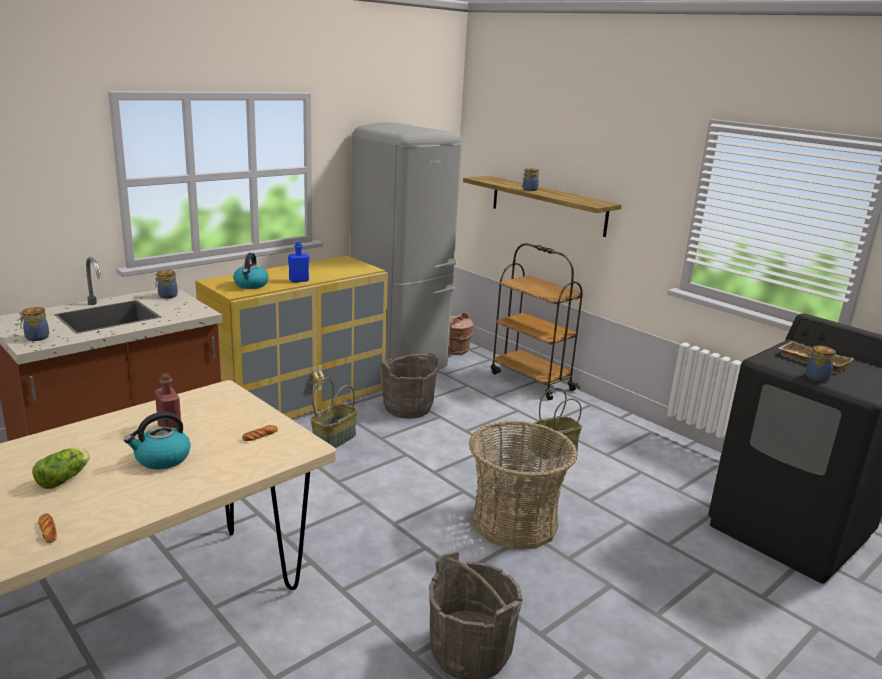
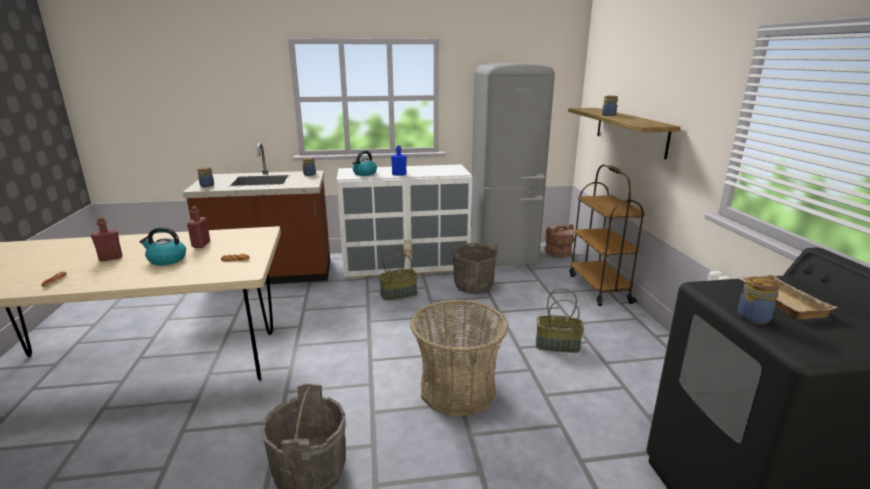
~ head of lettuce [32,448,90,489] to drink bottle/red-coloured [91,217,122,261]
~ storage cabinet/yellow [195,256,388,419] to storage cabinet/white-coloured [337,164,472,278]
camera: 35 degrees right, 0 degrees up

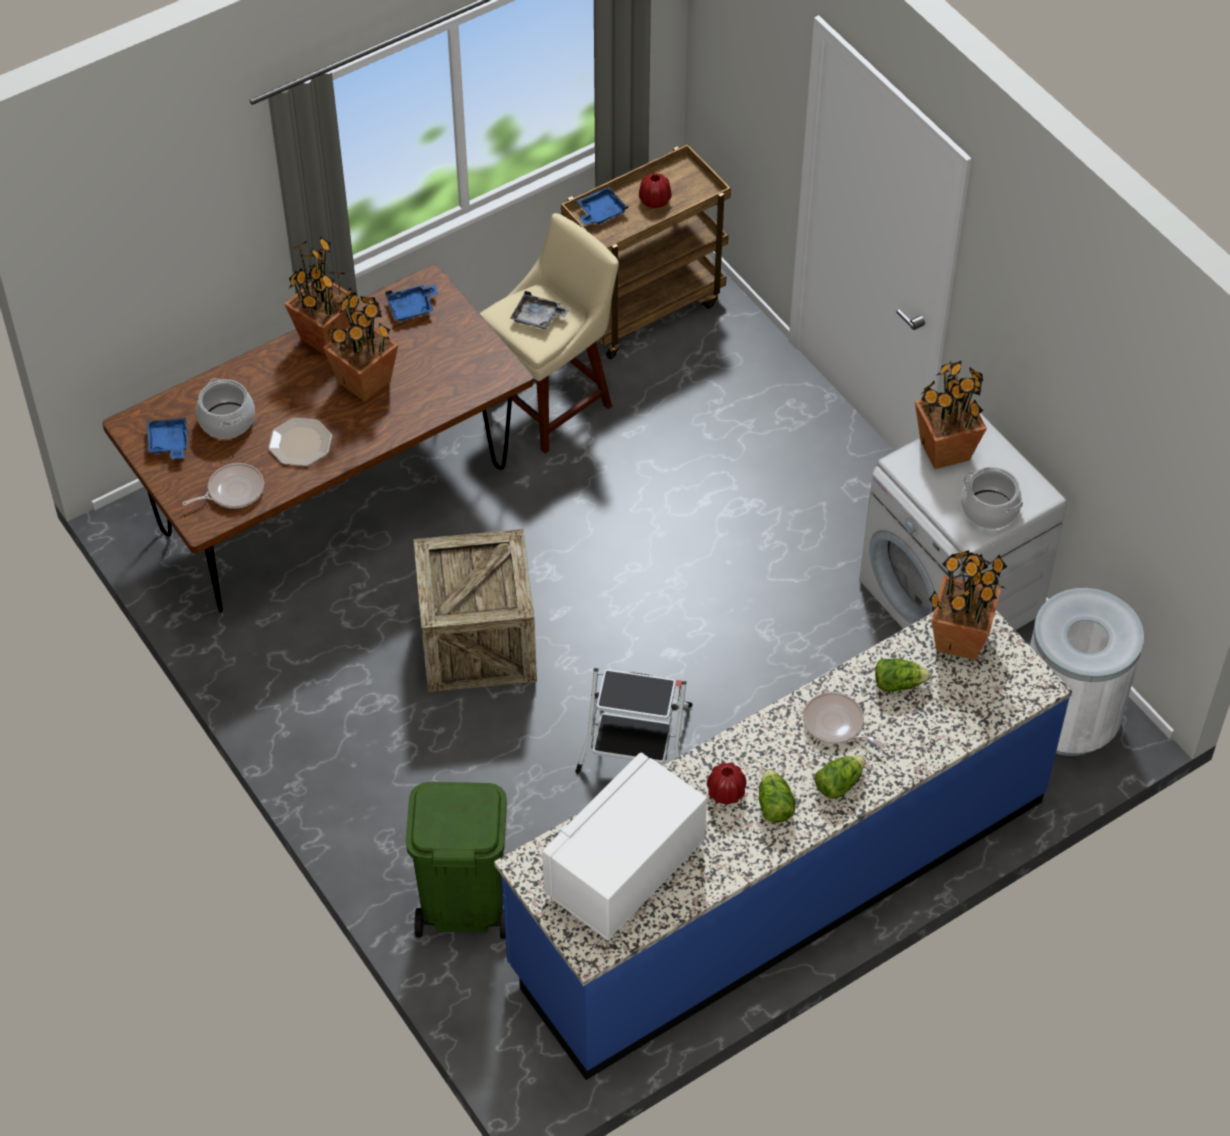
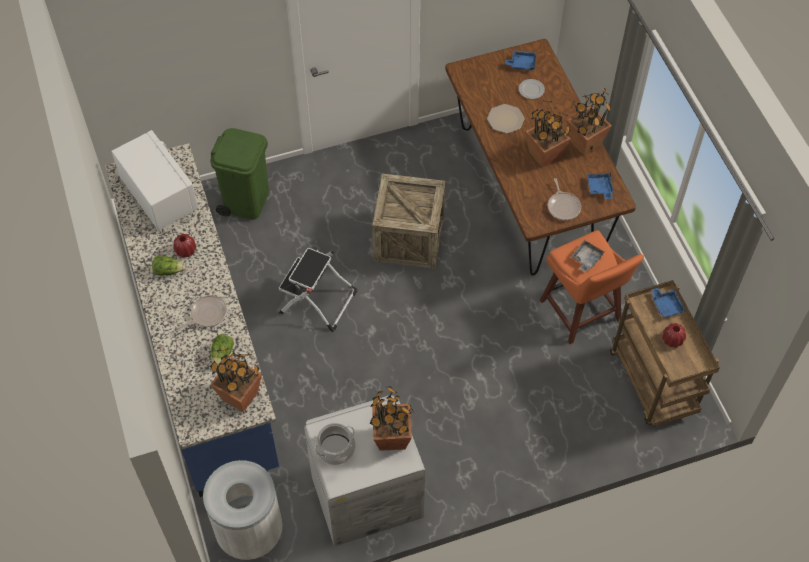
- head of lettuce [814,755,866,799]
~ pan [182,463,264,509] to [548,178,581,221]
~ cooking pot [196,378,255,439] to dinner plate [518,79,545,99]
~ stool seat/sand-coloured [480,213,619,453] to stool seat/orange [540,230,644,344]
camera: 105 degrees right, 5 degrees up

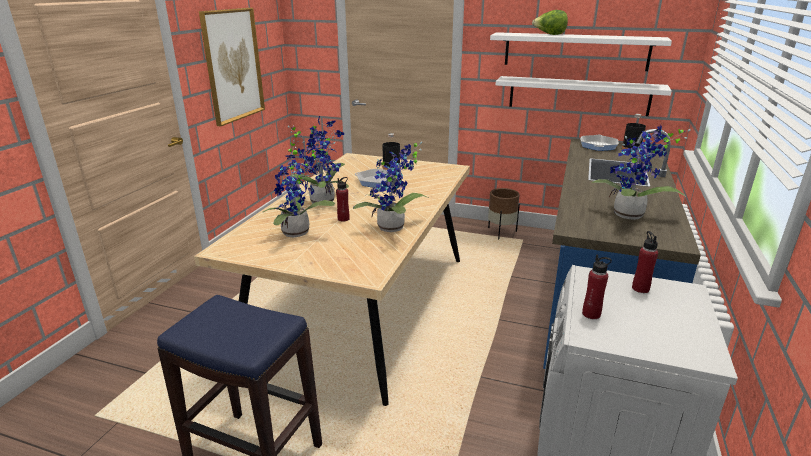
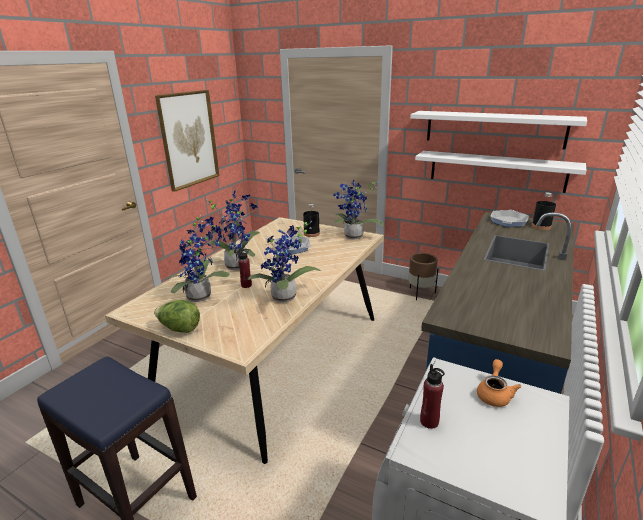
~ head of lettuce [532,10,568,35] to [154,300,200,333]
~ potted plant [592,125,691,220] to [333,180,385,240]
~ drink bottle/red-coloured [632,231,658,293] to tea pot/orange [477,359,521,407]
camera: 10 degrees right, 0 degrees up

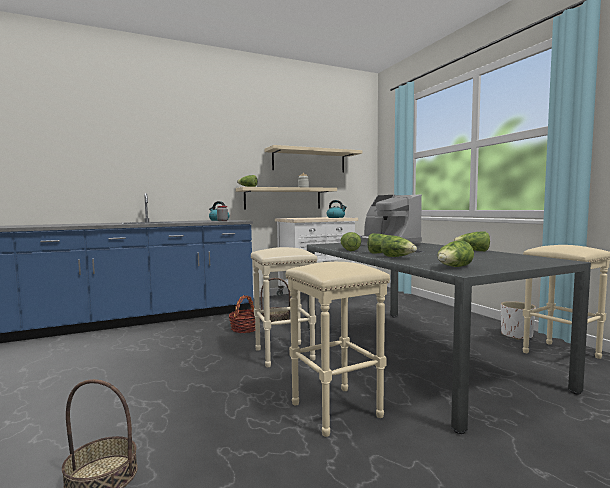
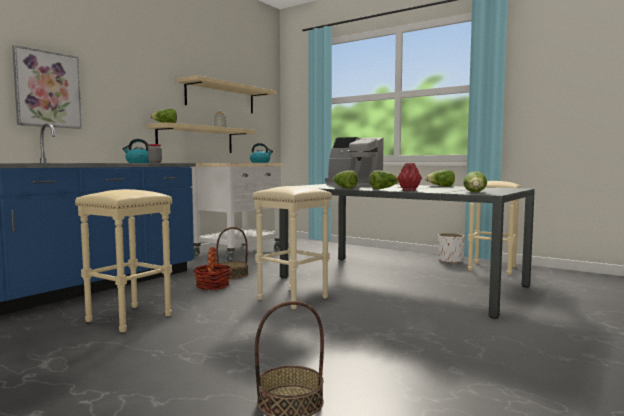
+ picture [12,45,82,129]
~ stool seat/sand-coloured [286,262,390,437] to [75,189,172,332]
~ head of lettuce [381,235,417,257] to flower vase/red-coloured [397,163,422,191]
camera: 30 degrees left, 0 degrees up

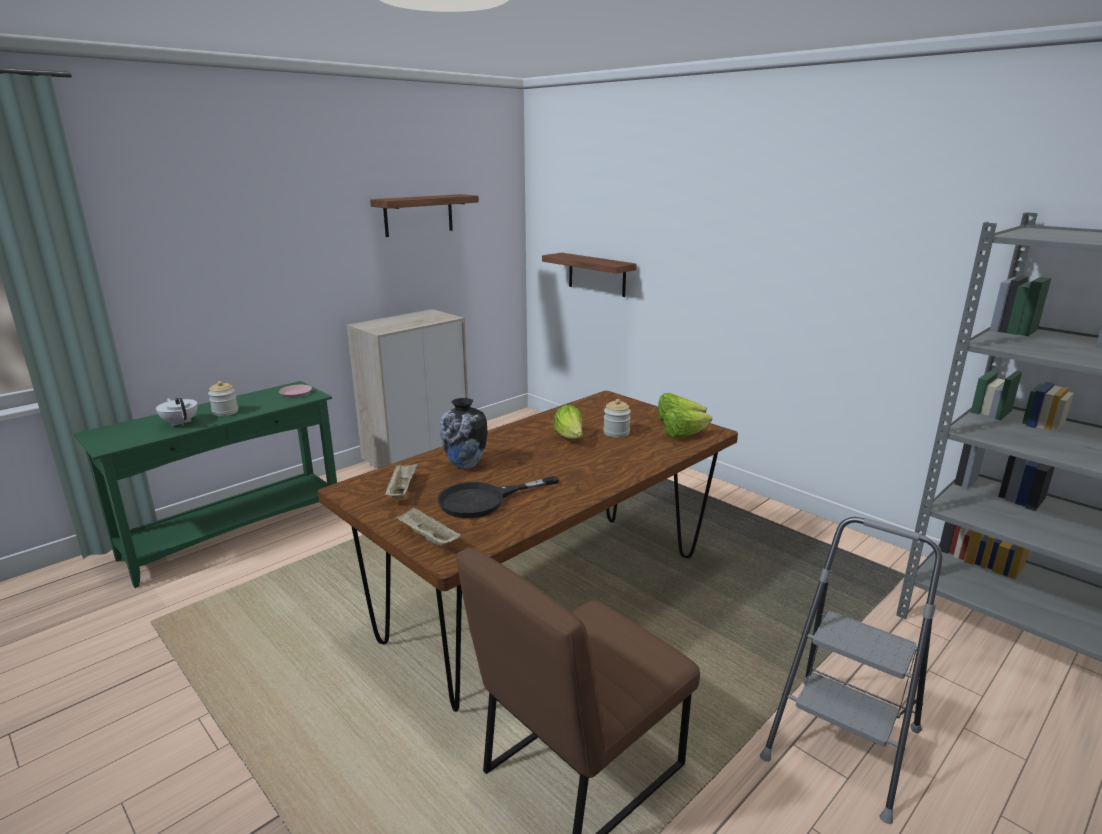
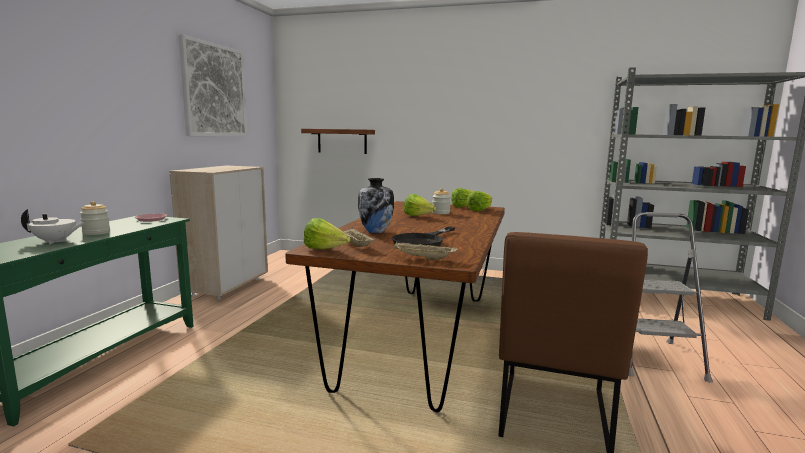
+ head of lettuce [304,218,351,249]
~ shelf [370,194,479,237] to picture [179,34,247,136]
~ tea pot/white-coloured [156,398,198,426] = [21,209,86,244] 150 degrees clockwise
camera: 30 degrees left, 10 degrees down

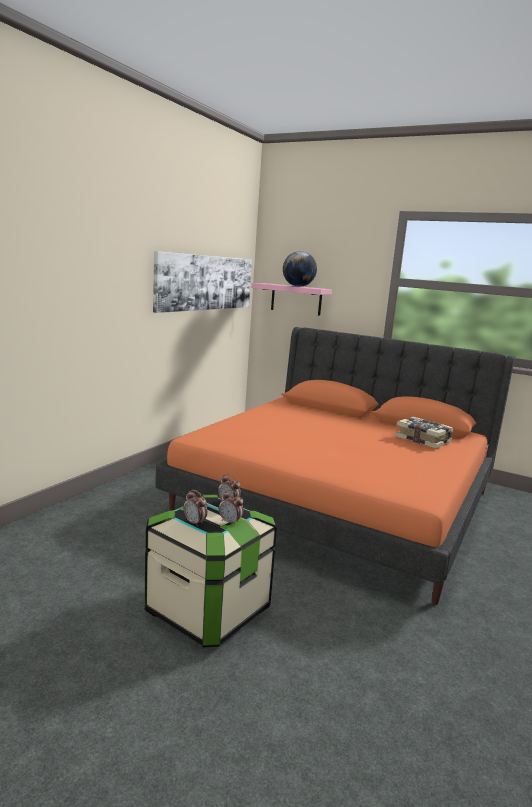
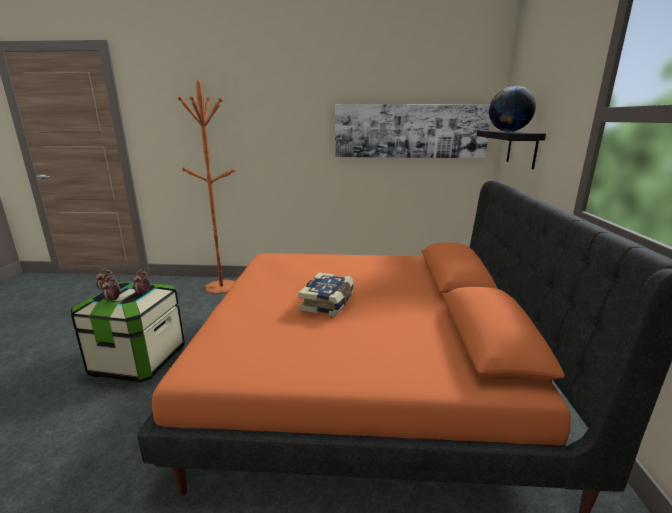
+ clothes rack/orange [178,80,235,294]
~ bound book [395,416,453,449] to [298,272,354,317]
~ shelf/pinkish [251,283,332,316] to shelf/black [477,130,546,169]
camera: 65 degrees right, 5 degrees up

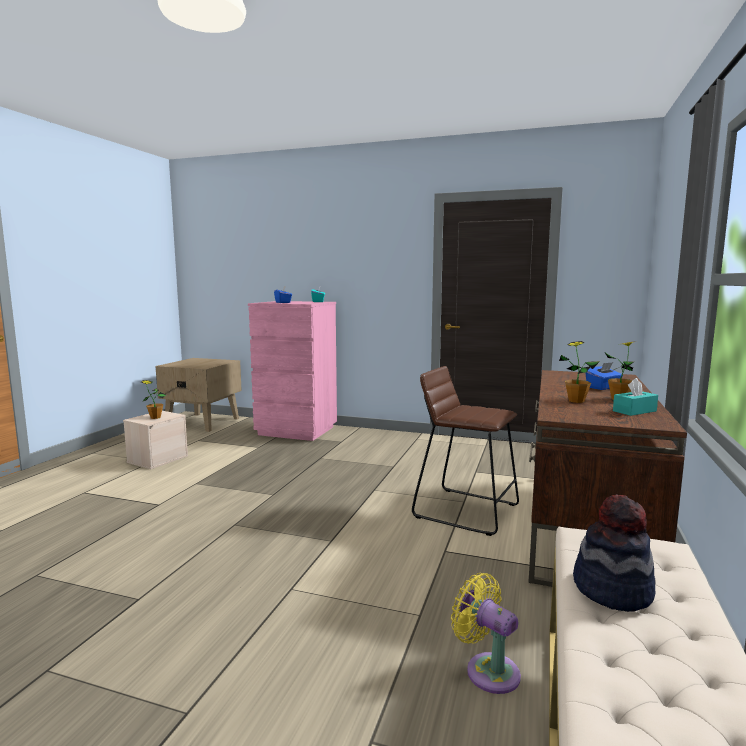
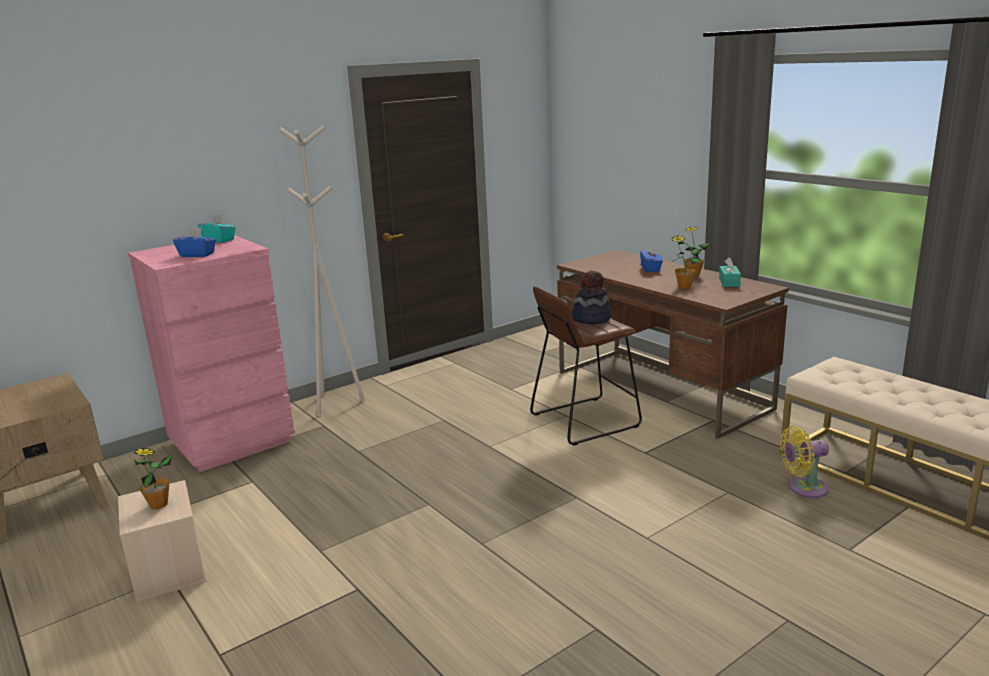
+ clothes rack/gray [279,126,365,416]
~ clothing hat [573,494,656,612] to [571,270,611,324]
camera: 55 degrees left, 10 degrees up

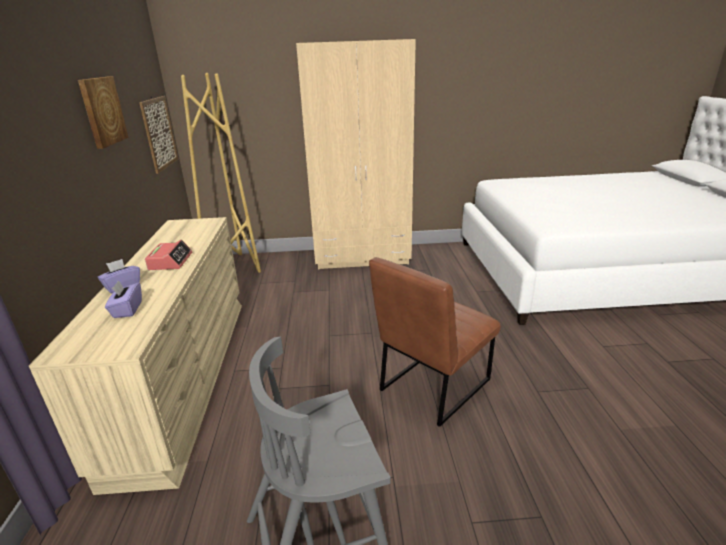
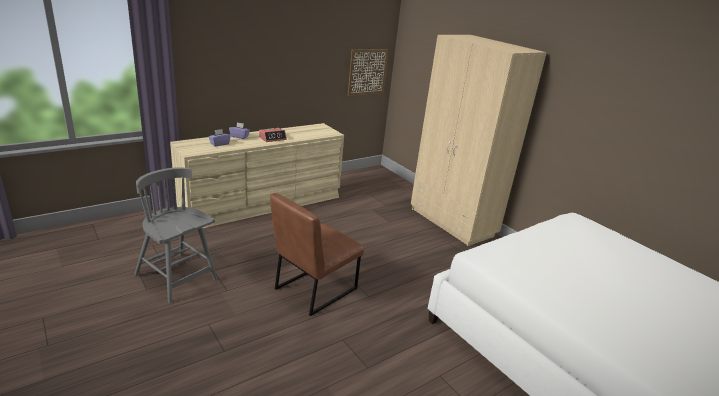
- picture [78,76,128,149]
- clothes rack/yellow [181,73,261,273]
~ chair/brown [369,257,501,427] = [270,193,364,316] 60 degrees counterclockwise
camera: 55 degrees right, 0 degrees up

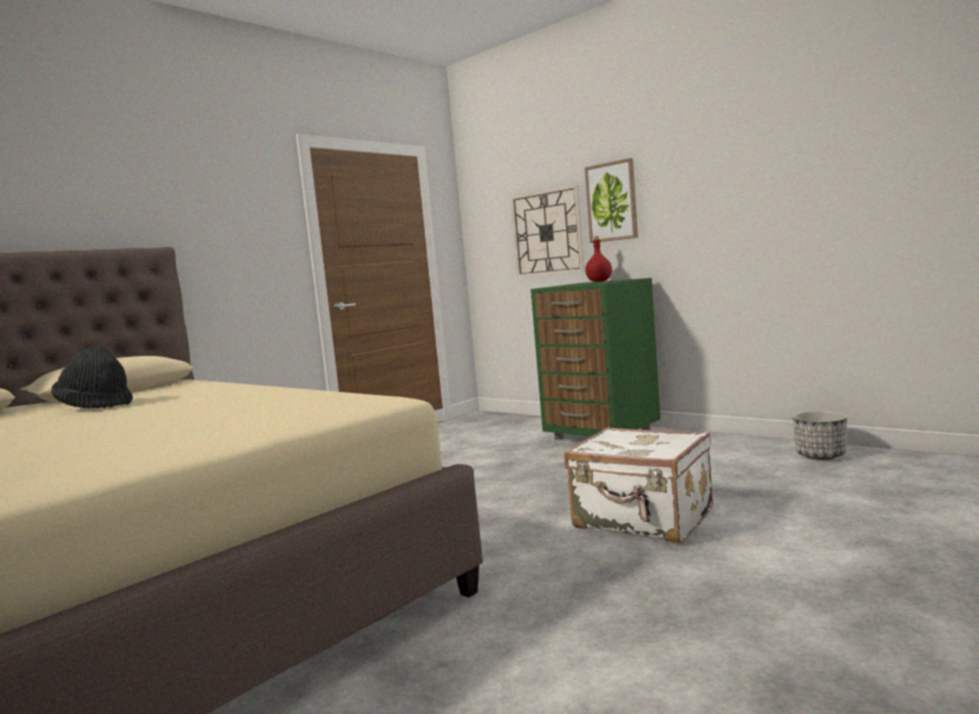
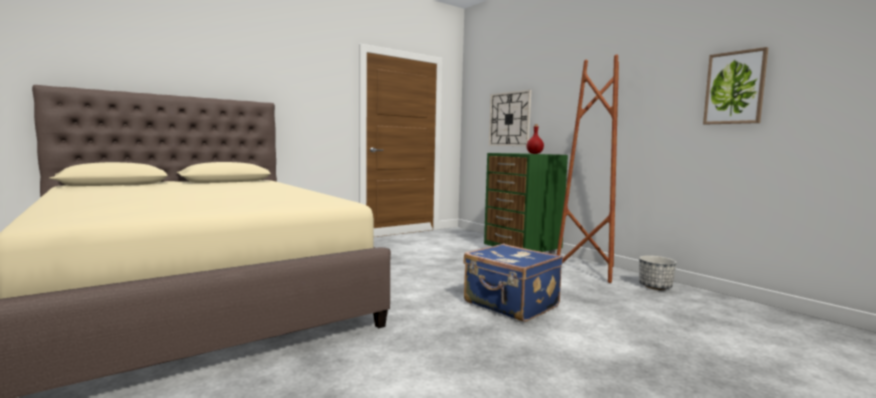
- clothing hat/black [51,347,133,408]
+ clothes rack/brown [557,54,619,283]
~ picture [585,158,638,243] to [703,47,768,124]
~ piece of luggage/white-coloured [564,427,713,543] to piece of luggage/blue [463,244,563,322]
camera: 10 degrees right, 0 degrees up

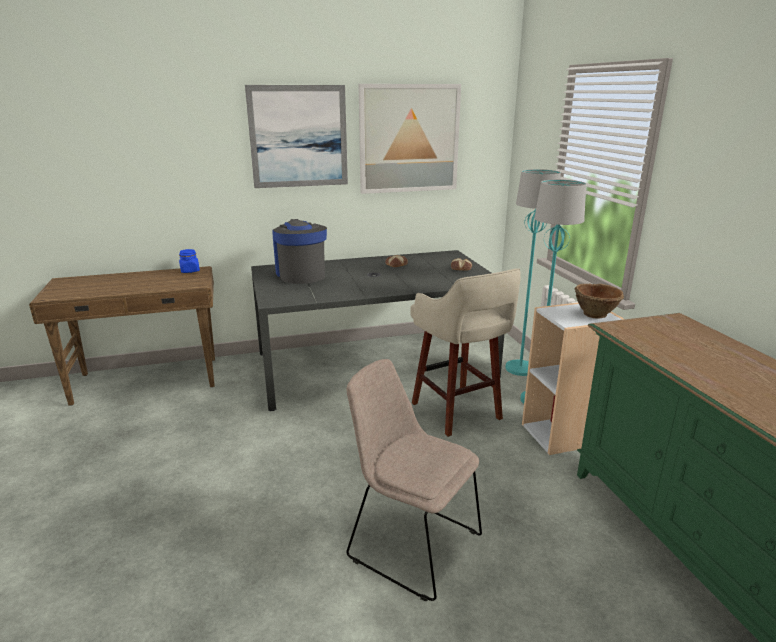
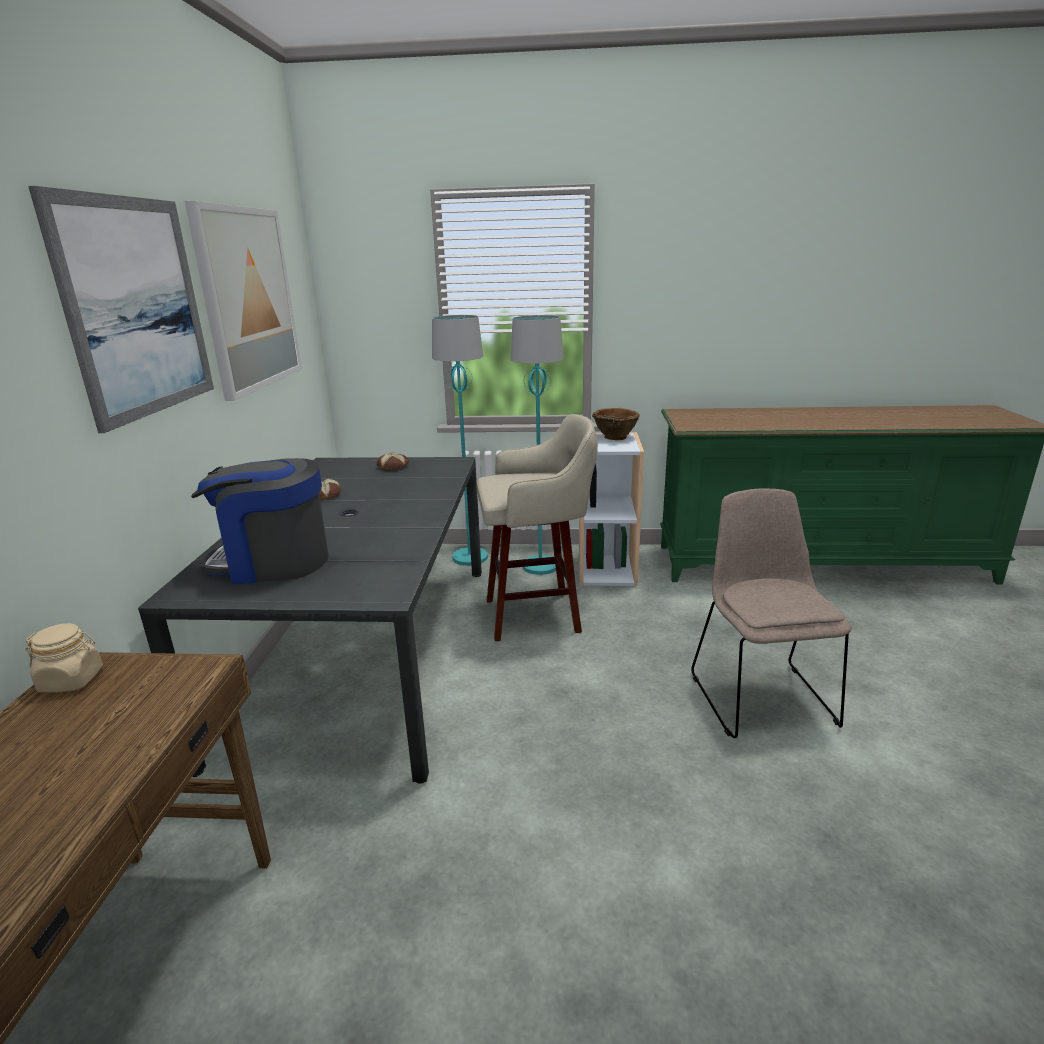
~ jar/blue [179,249,200,273] to jar/sand-coloured [26,623,103,693]
~ chair/sand-coloured [346,359,482,602] = [691,489,852,738] 120 degrees clockwise
camera: 70 degrees left, 0 degrees up

